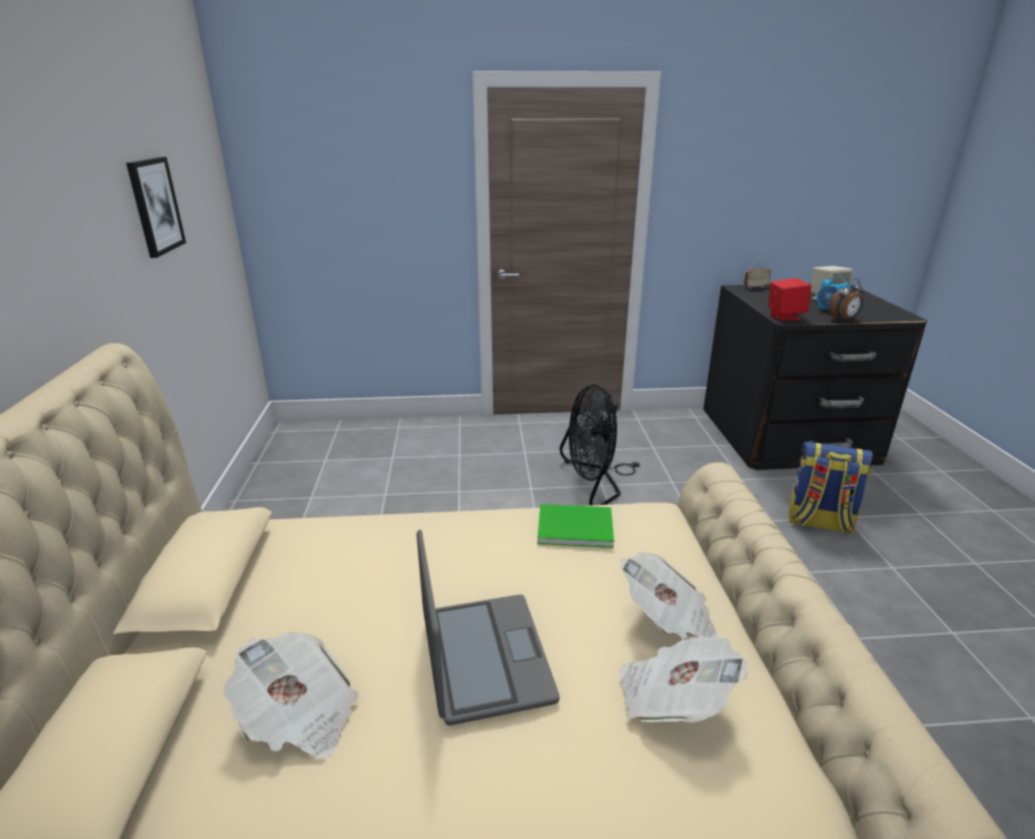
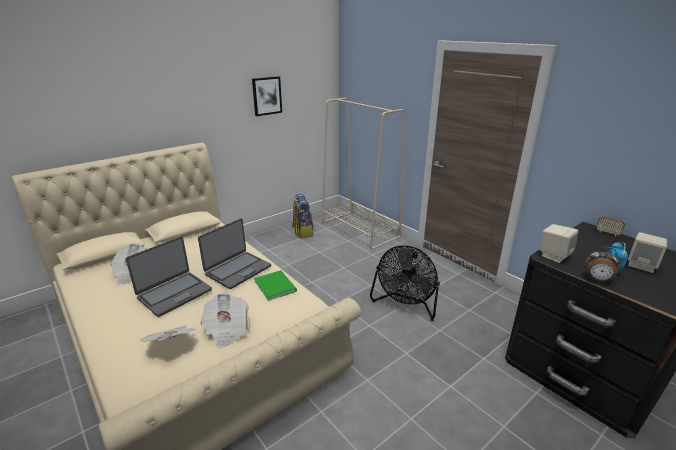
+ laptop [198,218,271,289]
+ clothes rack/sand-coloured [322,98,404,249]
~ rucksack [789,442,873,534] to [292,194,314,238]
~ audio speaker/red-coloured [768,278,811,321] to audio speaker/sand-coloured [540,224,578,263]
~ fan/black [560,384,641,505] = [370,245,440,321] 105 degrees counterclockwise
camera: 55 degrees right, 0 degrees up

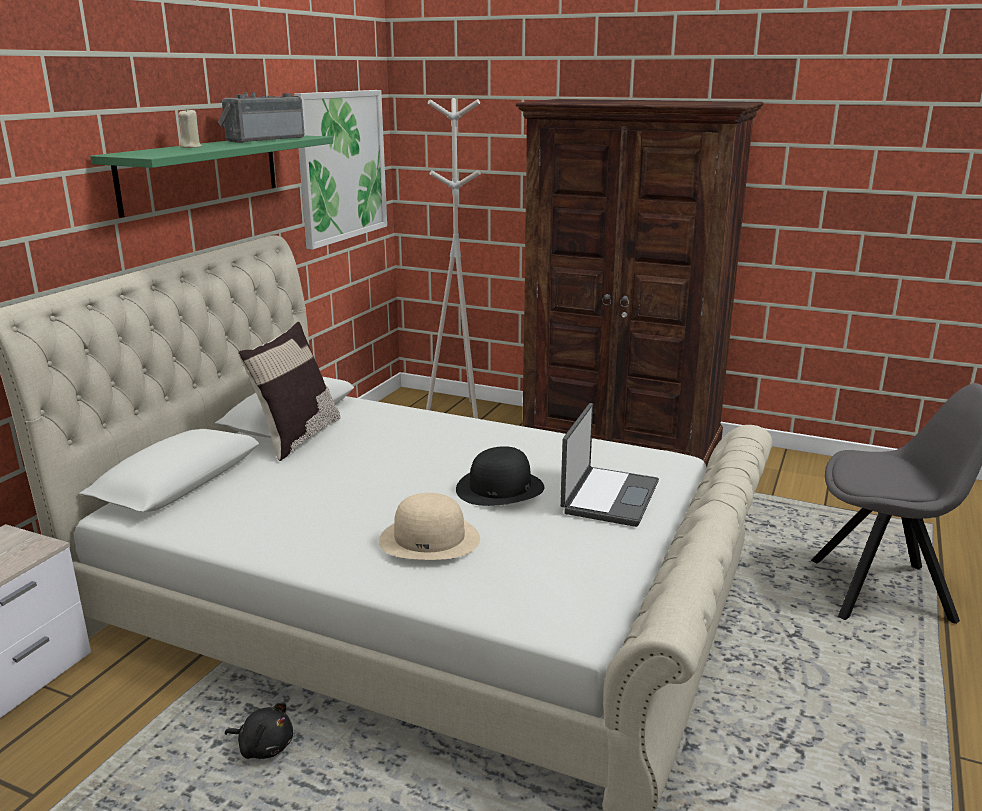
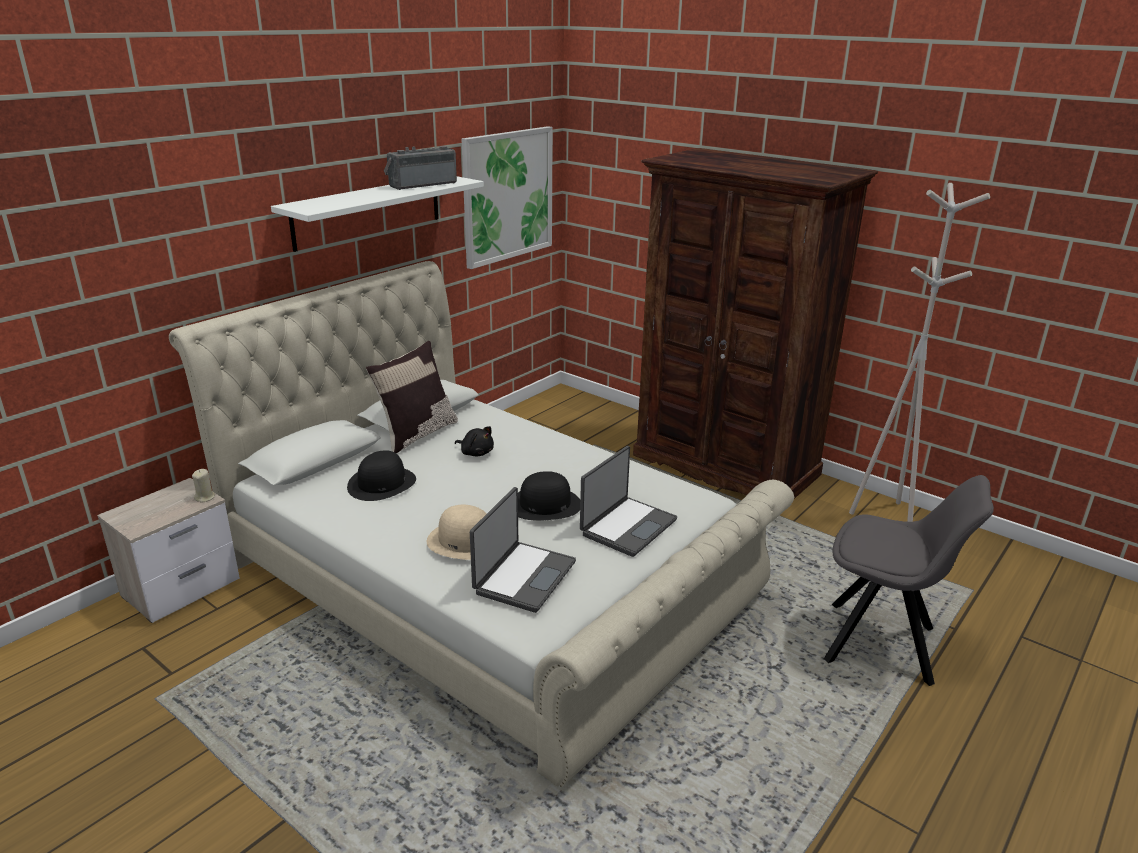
+ clothing hat/black [347,450,416,501]
+ laptop [470,487,576,613]
~ wax candle/sand-coloured [178,108,202,148] to [192,469,215,502]
~ cuddly toy/black [225,702,293,759] to [455,426,494,456]
~ clothes rack/gray [426,98,481,419] to [849,183,990,522]
~ shelf/greenish [90,136,333,218] to shelf/white-coloured [271,176,484,252]
camera: 15 degrees right, 5 degrees up

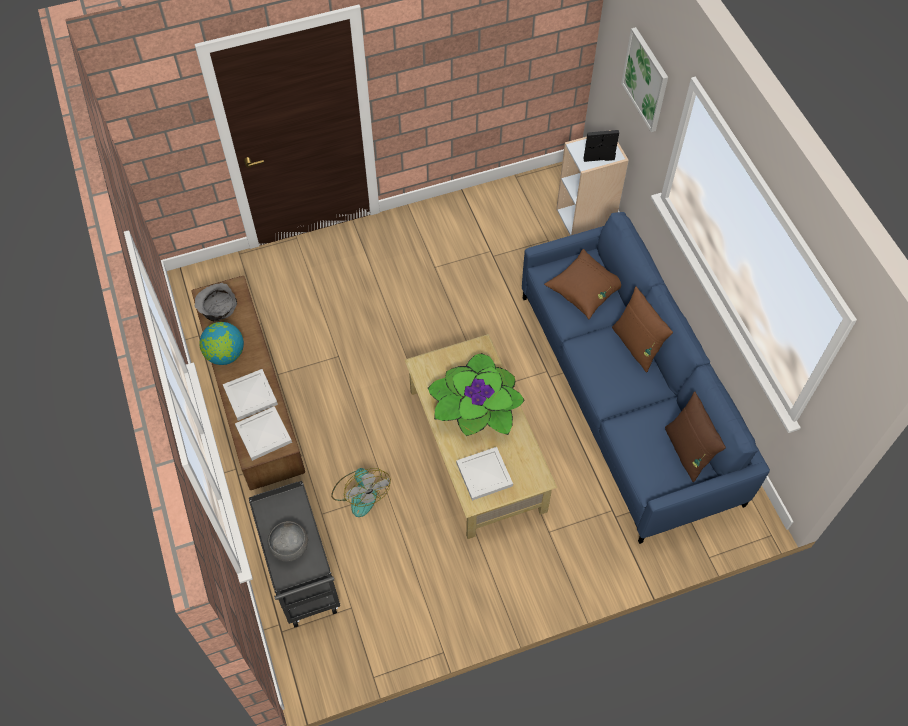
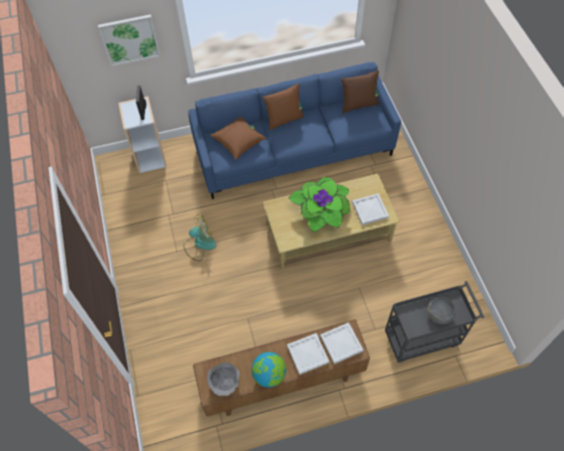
~ fan [331,468,391,517] to [184,214,216,261]
camera: 85 degrees left, 0 degrees up

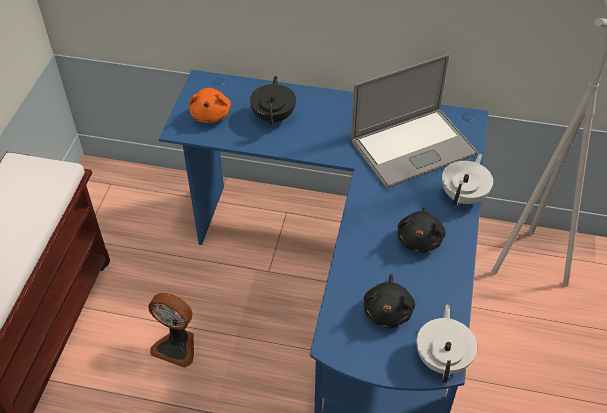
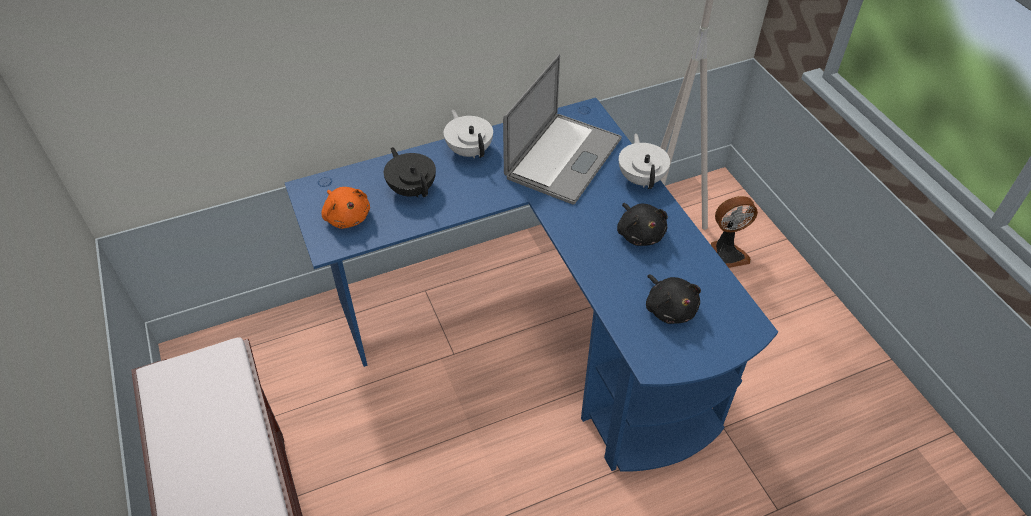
~ fan [148,293,194,368] to [711,196,758,268]
~ tea pot/white-coloured [417,304,477,383] to [444,110,493,158]
camera: 35 degrees left, 0 degrees up

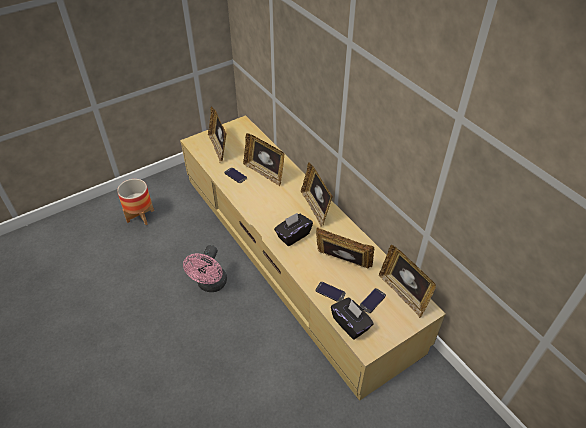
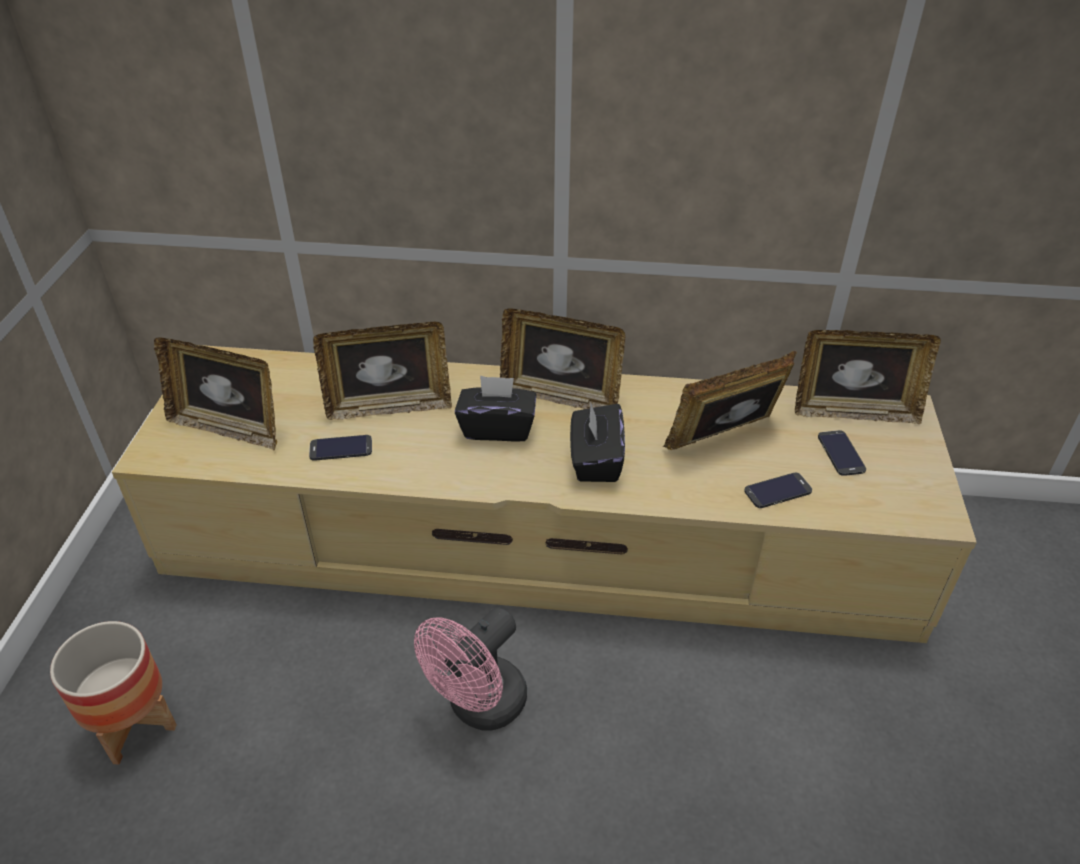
~ tissue holder/black [331,297,374,340] to [455,375,536,442]
~ fan/pinkish [183,245,227,292] = [414,607,527,731] 75 degrees clockwise
camera: 50 degrees left, 5 degrees down

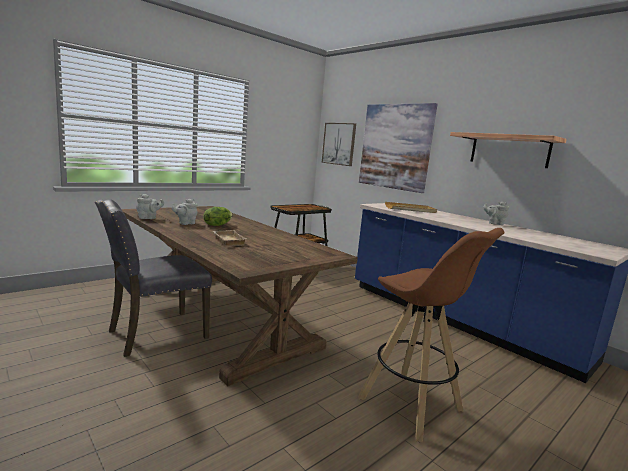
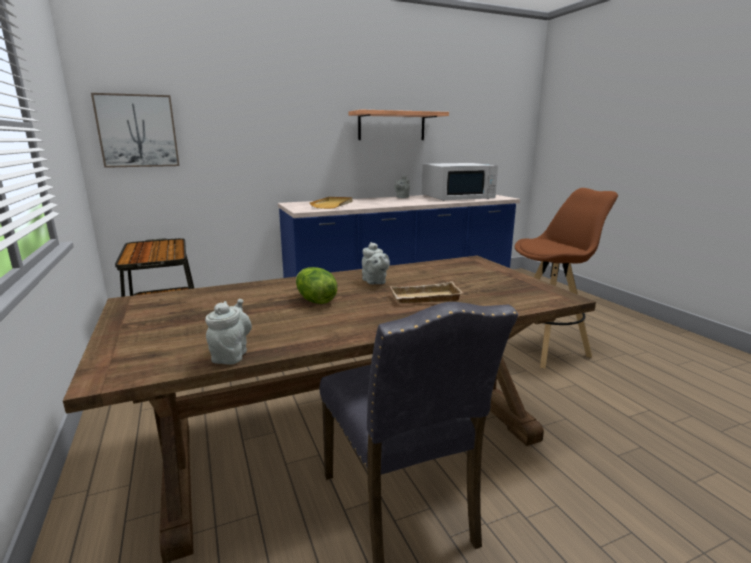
- picture [359,103,438,193]
+ kitchen microwave/white-coloured [422,163,498,201]
~ tea pot/gray [172,199,197,225] to [362,242,390,284]
camera: 70 degrees left, 5 degrees up

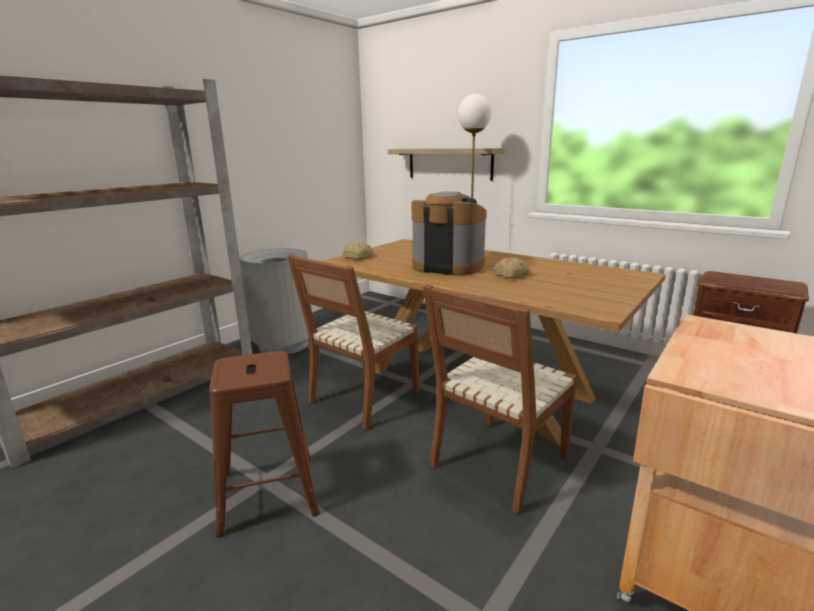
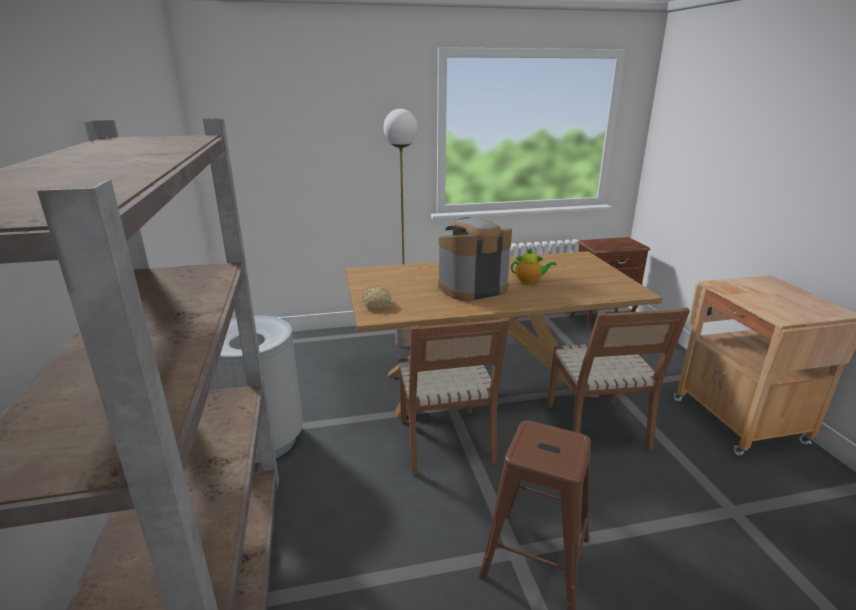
- shelf [388,148,505,180]
~ bakery bread [493,257,530,279] to tea pot [511,248,556,285]
camera: 50 degrees left, 5 degrees up

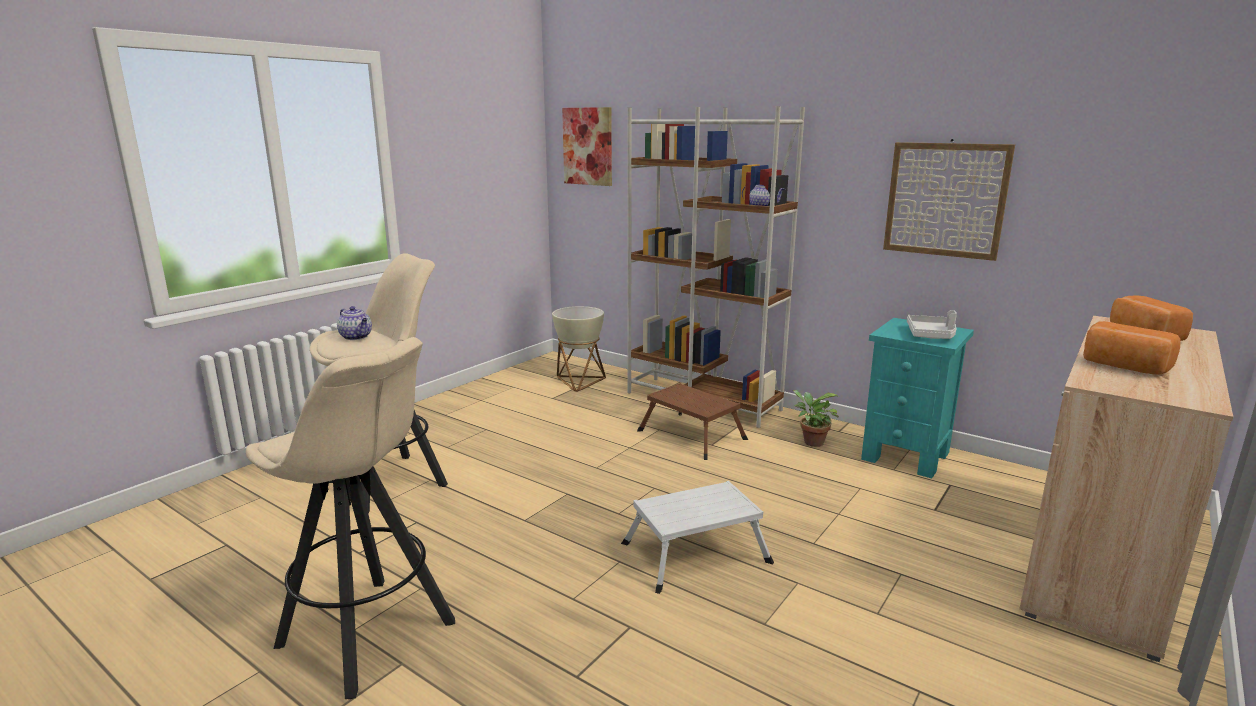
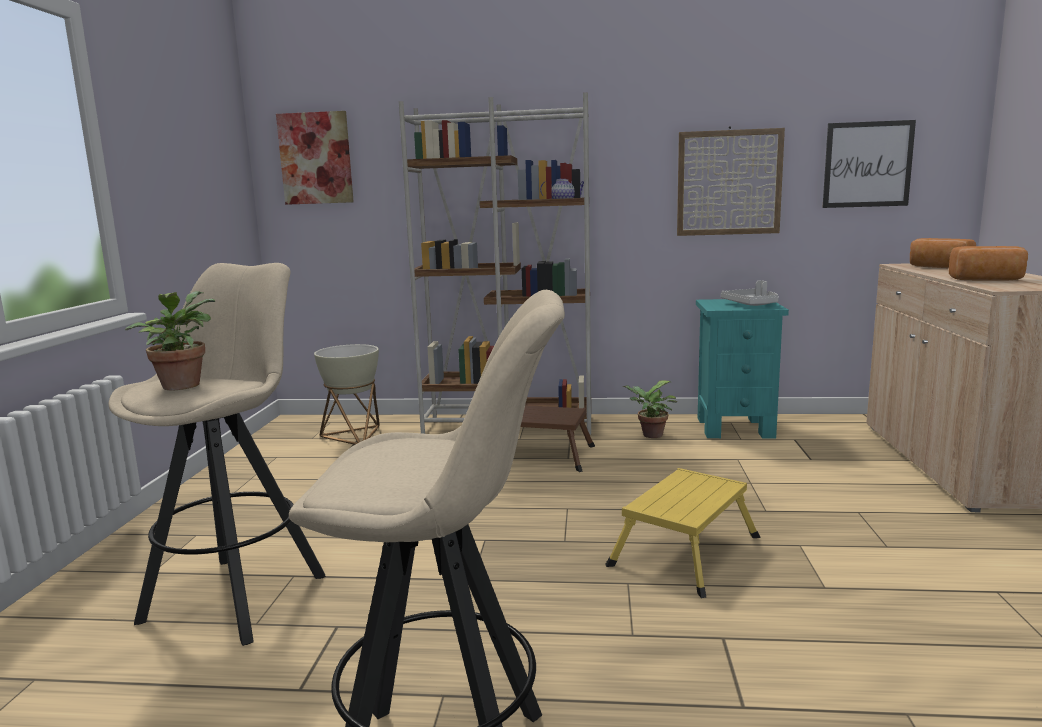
+ picture [823,120,916,208]
~ tea pot [337,306,372,340] to potted plant [125,291,215,390]
~ step ladder/white-coloured [621,481,774,594] to step ladder/yellow [605,468,761,598]
camera: 30 degrees left, 5 degrees down

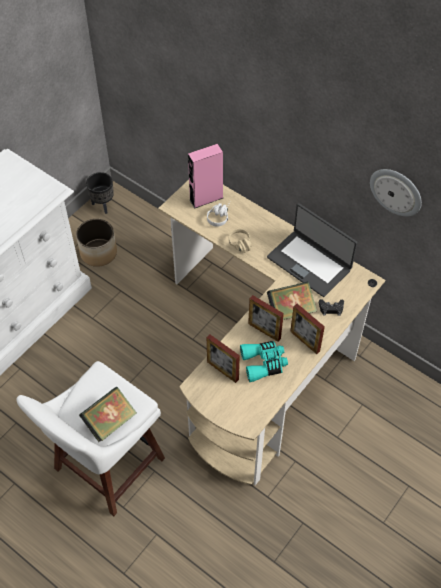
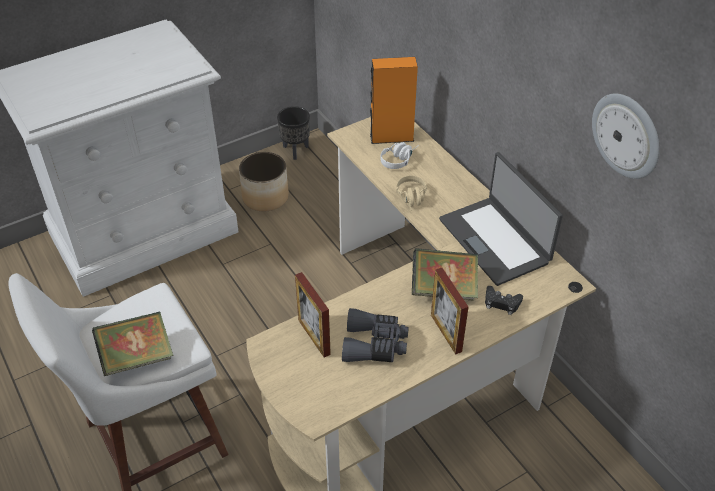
- photo frame [248,295,284,342]
~ audio speaker/pinkish [188,144,223,209] to audio speaker/orange [370,57,418,144]
~ binoculars/turquoise-coloured [240,341,288,382] to binoculars/gray [342,308,409,362]
camera: 20 degrees right, 10 degrees down

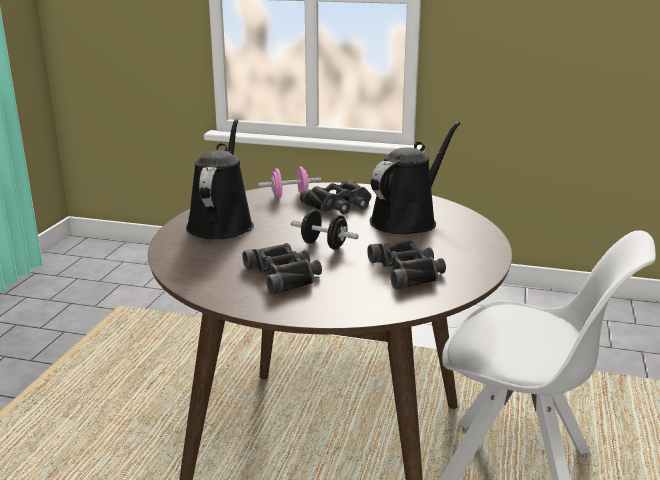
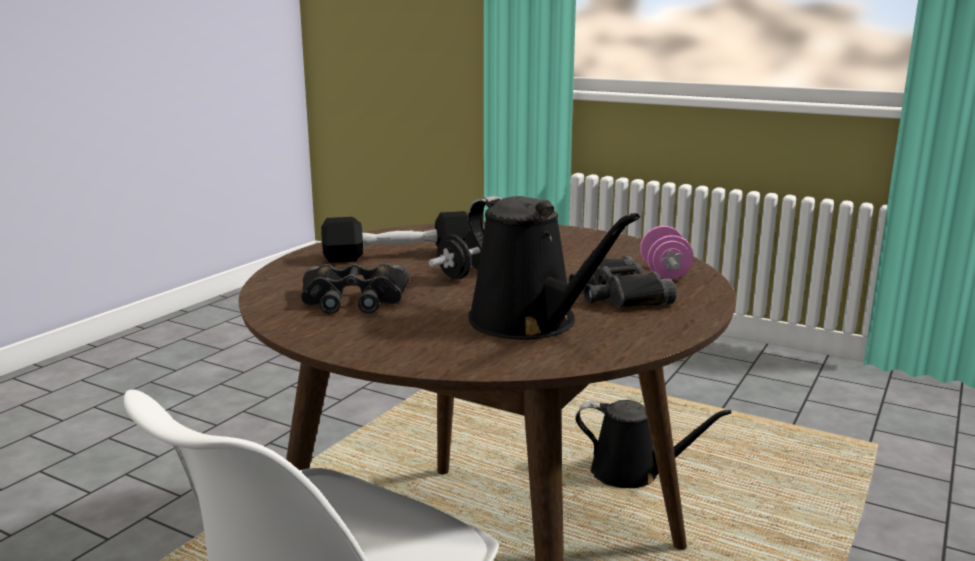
~ sprinkling can/black [186,119,254,239] to [575,400,732,488]
~ binoculars/black [242,243,322,295] to hand weight/black [321,211,471,263]
camera: 105 degrees right, 5 degrees down

